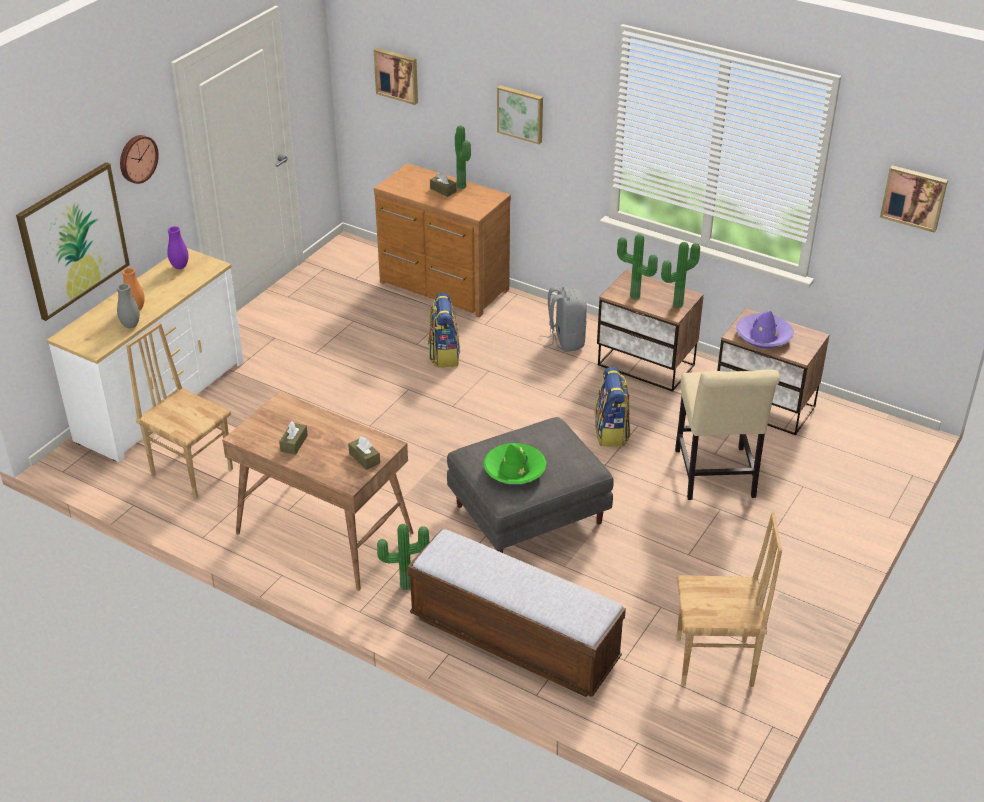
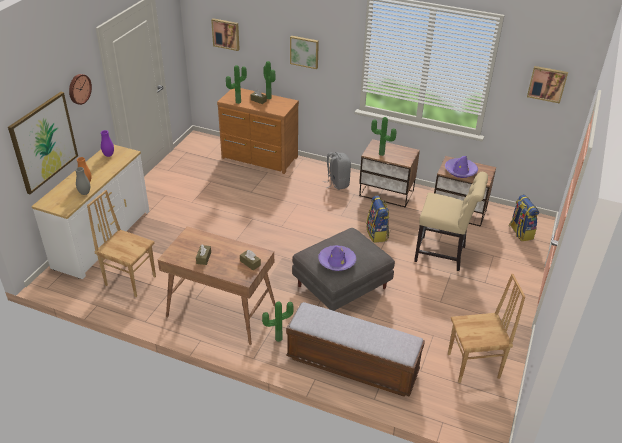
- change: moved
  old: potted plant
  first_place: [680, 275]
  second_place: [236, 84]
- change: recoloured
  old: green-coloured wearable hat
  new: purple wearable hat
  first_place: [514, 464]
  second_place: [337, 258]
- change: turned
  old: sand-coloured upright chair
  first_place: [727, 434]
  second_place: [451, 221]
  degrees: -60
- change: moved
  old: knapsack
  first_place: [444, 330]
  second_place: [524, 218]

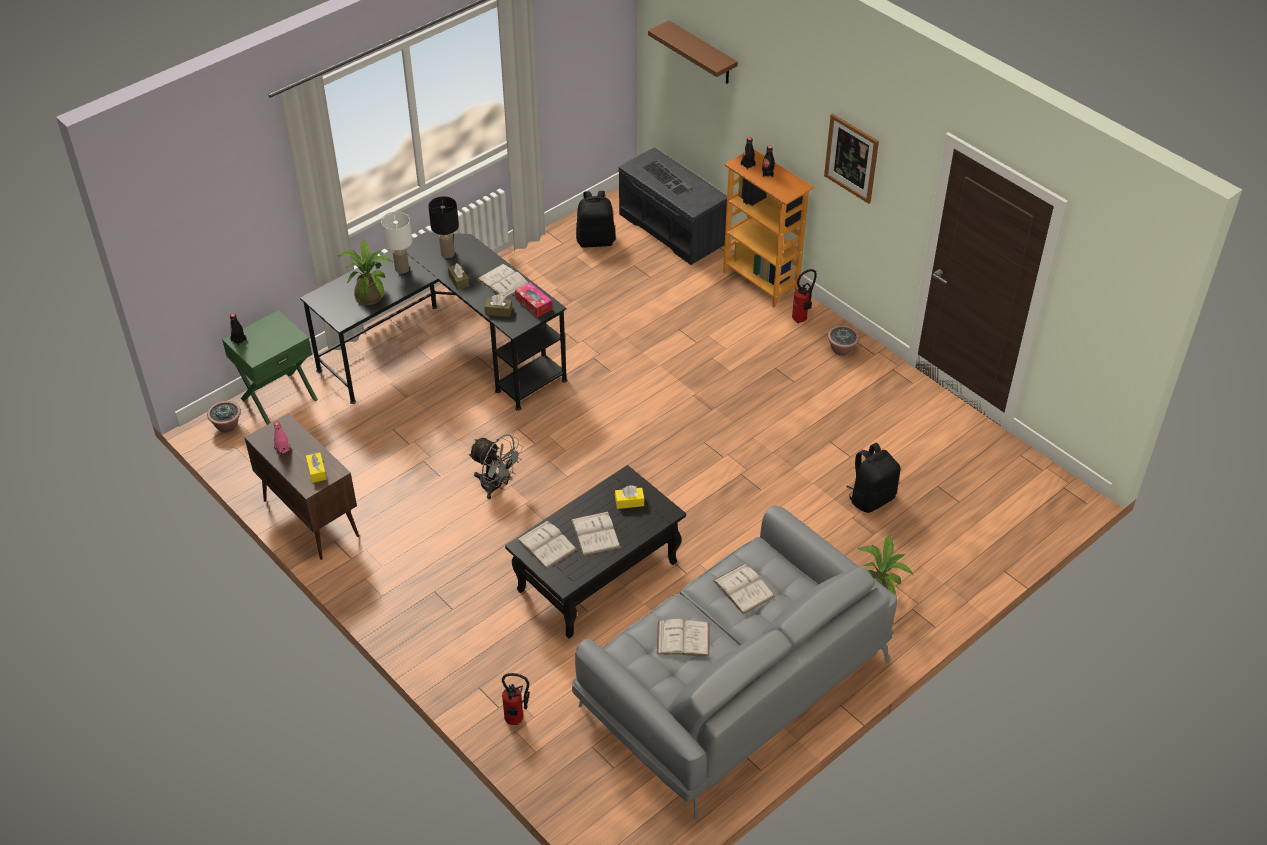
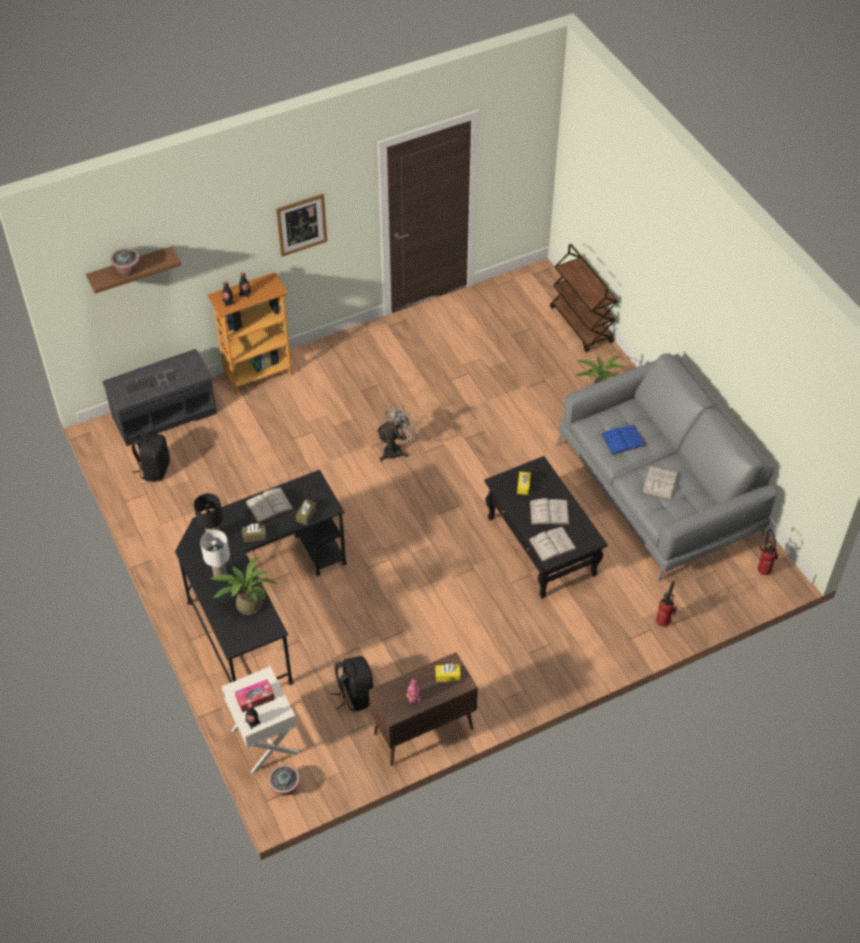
- change: moved
  old: potted plant
  first_place: [843, 340]
  second_place: [125, 262]
- change: recoloured
  old: green-coloured night table
  new: white night table
  first_place: [270, 367]
  second_place: [260, 719]
- change: moved
  old: box of tissues
  first_place: [533, 300]
  second_place: [255, 695]
- change: moved
  old: black-coloured knapsack
  first_place: [873, 478]
  second_place: [352, 683]
- change: moved
  old: gray fan
  first_place: [495, 466]
  second_place: [397, 432]
- change: added
  new: brown wheeled cart
  second_place: [584, 298]
- change: recoloured
  old: white bound book
  new: bluish bound book
  first_place: [744, 589]
  second_place: [623, 440]
- change: moved
  old: extinguisher
  first_place: [804, 296]
  second_place: [767, 552]

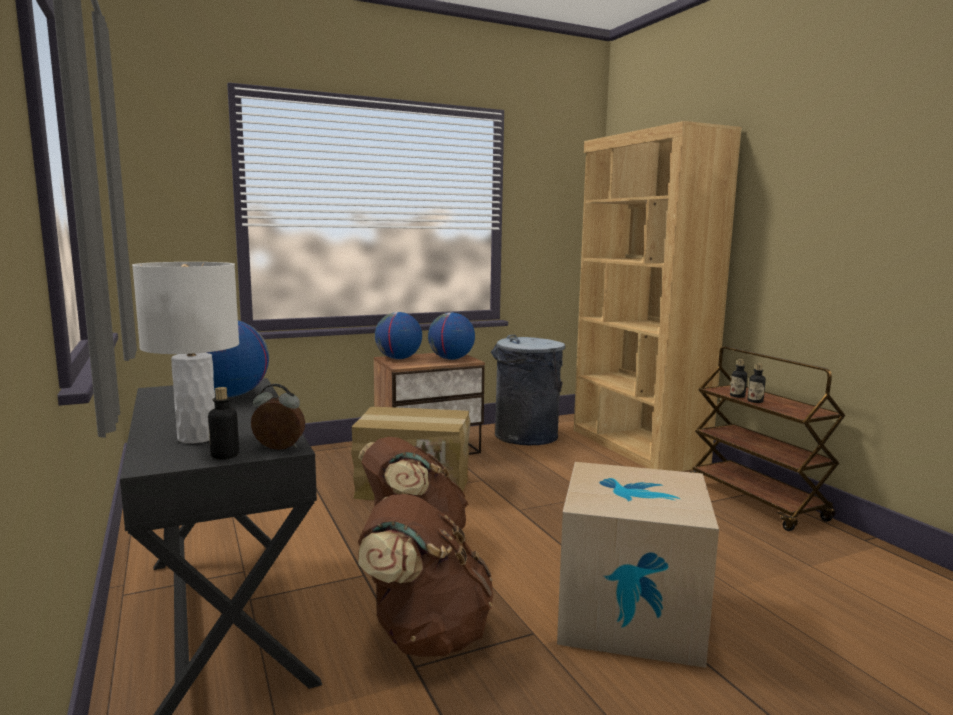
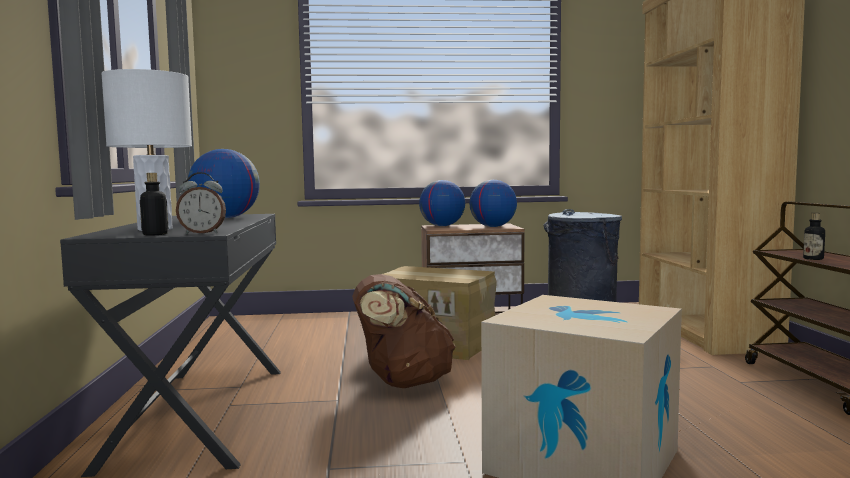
- change: turned
  old: bedside clock
  first_place: [278, 417]
  second_place: [201, 203]
  degrees: 150
- change: removed
  old: brown knapsack
  first_place: [425, 575]
- change: removed
  old: beverage bottle
  first_place: [738, 378]

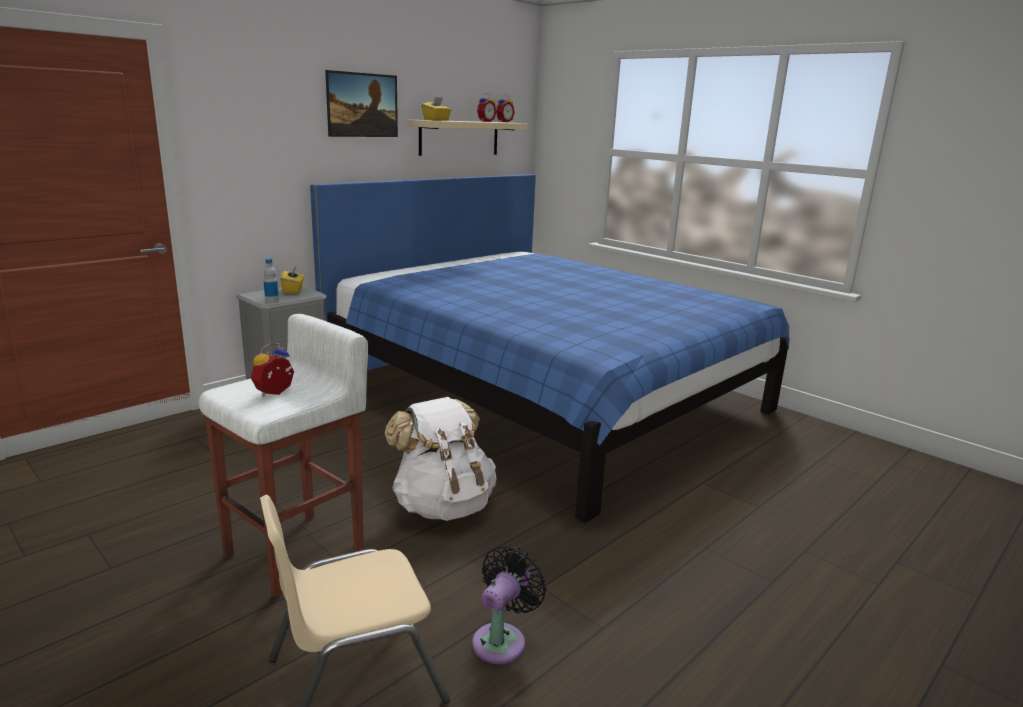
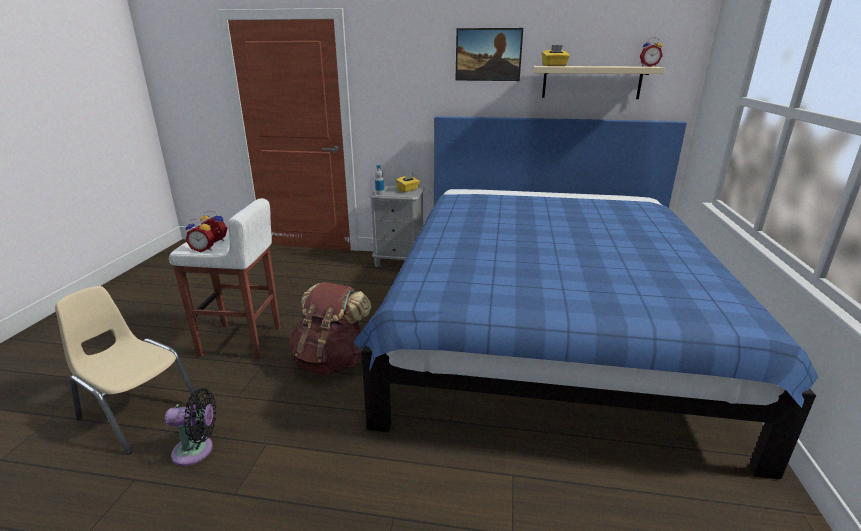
- change: moved
  old: bedside clock
  first_place: [486, 107]
  second_place: [200, 235]
- change: recoloured
  old: white knapsack
  new: brown knapsack
  first_place: [440, 459]
  second_place: [330, 329]

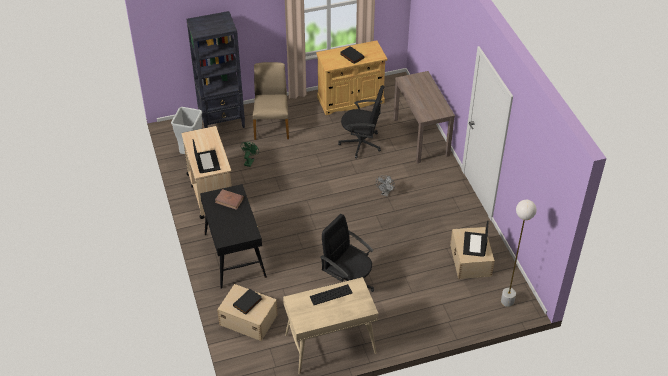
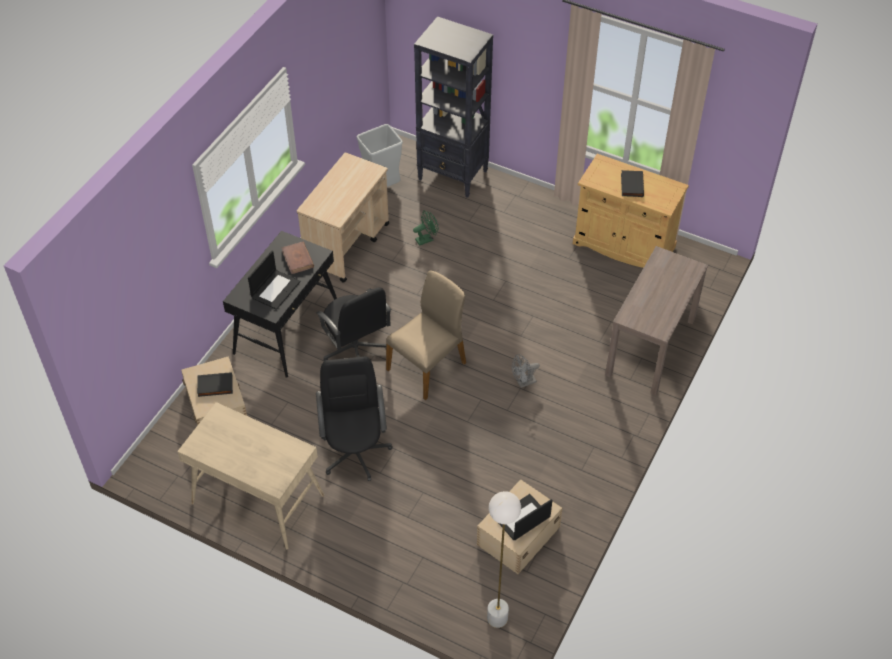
- change: moved
  old: notebook computer
  first_place: [207, 156]
  second_place: [274, 280]
- change: moved
  old: black-coloured desk chair
  first_place: [361, 121]
  second_place: [354, 324]
- change: moved
  old: sand-coloured upright chair
  first_place: [271, 101]
  second_place: [426, 335]
- change: removed
  old: keyboard
  first_place: [331, 294]

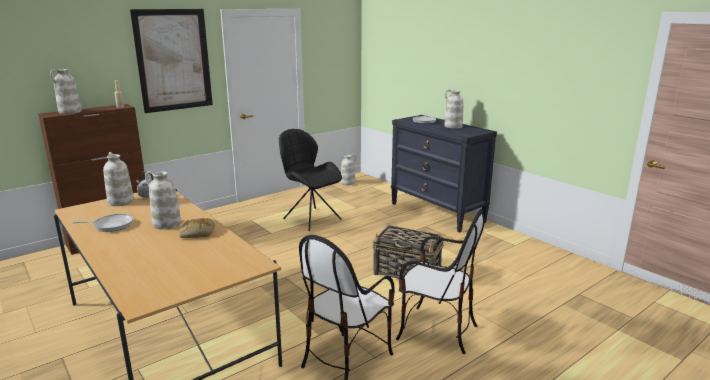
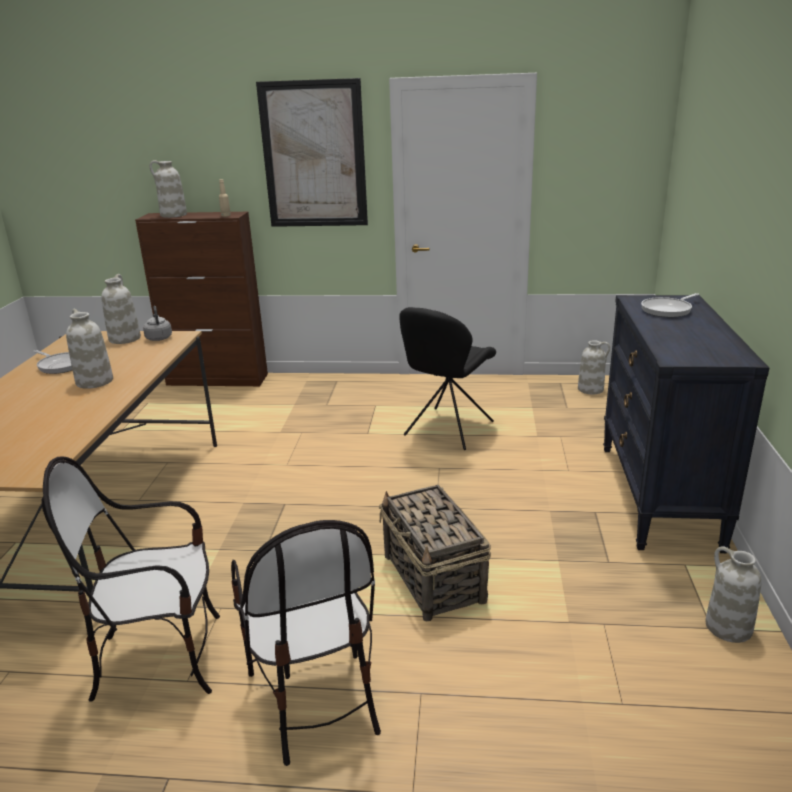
- change: turned
  old: black-coloured upright chair
  first_place: [310, 180]
  second_place: [447, 378]
  degrees: -150
- change: moved
  old: white flower vase
  first_place: [453, 108]
  second_place: [733, 594]
- change: removed
  old: baked bread
  first_place: [197, 228]

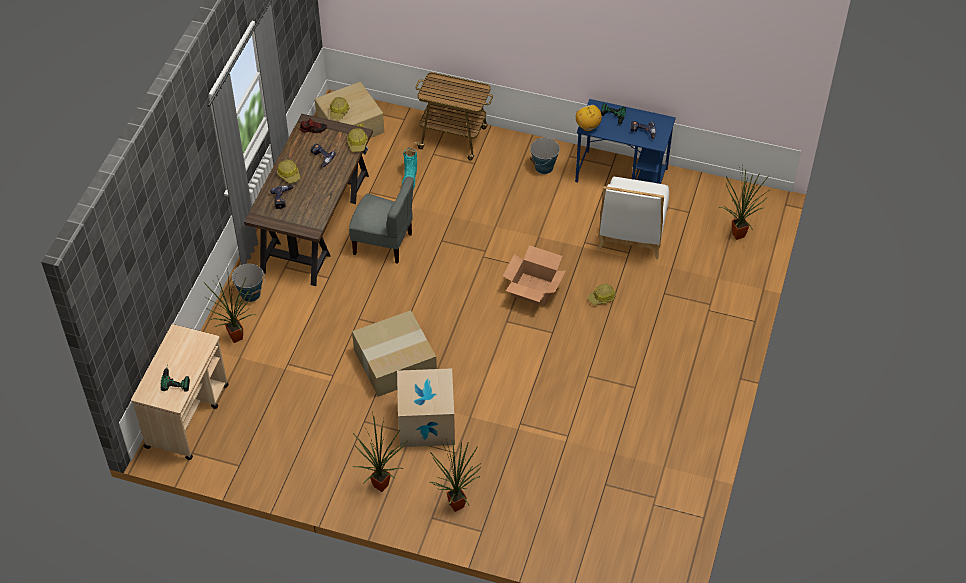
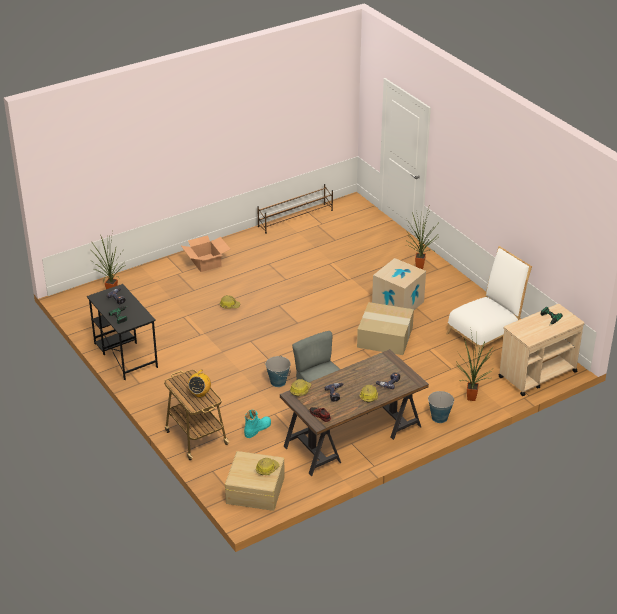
- change: recoloured
  old: bluish desk unit
  new: black-coloured desk unit
  first_place: [625, 141]
  second_place: [122, 332]
- change: moved
  old: cardboard box
  first_place: [534, 276]
  second_place: [206, 253]
- change: moved
  old: radio
  first_place: [589, 118]
  second_place: [199, 382]
- change: added
  new: brown shoe rack
  second_place: [295, 209]
- change: moved
  old: pail
  first_place: [545, 156]
  second_place: [278, 371]
- change: moved
  old: white upright chair
  first_place: [633, 218]
  second_place: [489, 301]
- change: removed
  old: potted plant
  first_place: [380, 452]

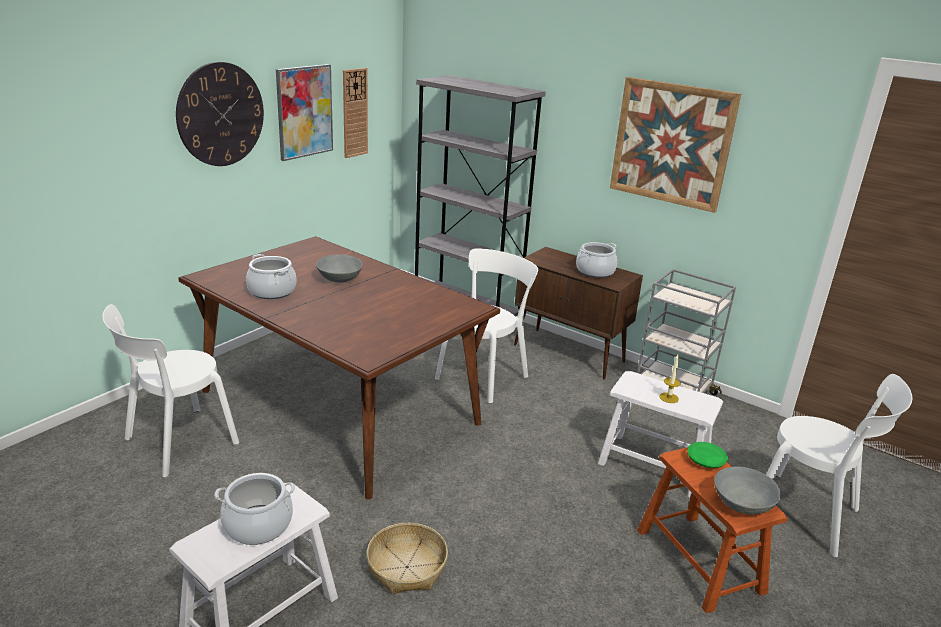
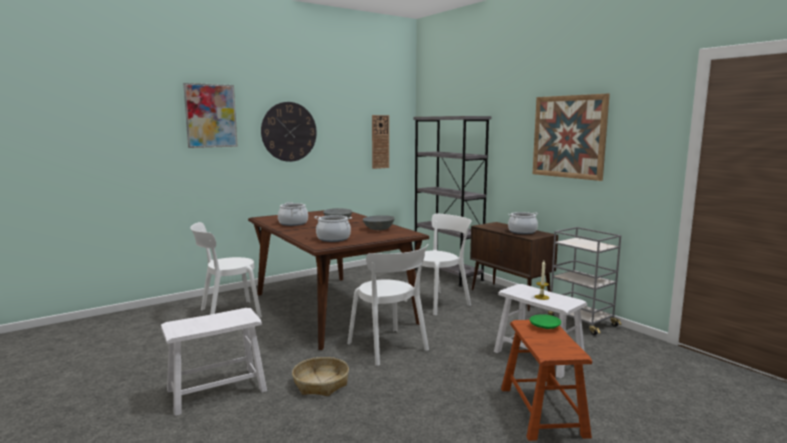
- change: moved
  old: wall picture
  first_place: [304, 112]
  second_place: [210, 115]
- change: moved
  old: stockpot
  first_place: [255, 509]
  second_place: [333, 228]
- change: moved
  old: white upright chair
  first_place: [839, 465]
  second_place: [388, 305]
- change: moved
  old: gray deep dish
  first_place: [747, 491]
  second_place: [379, 222]

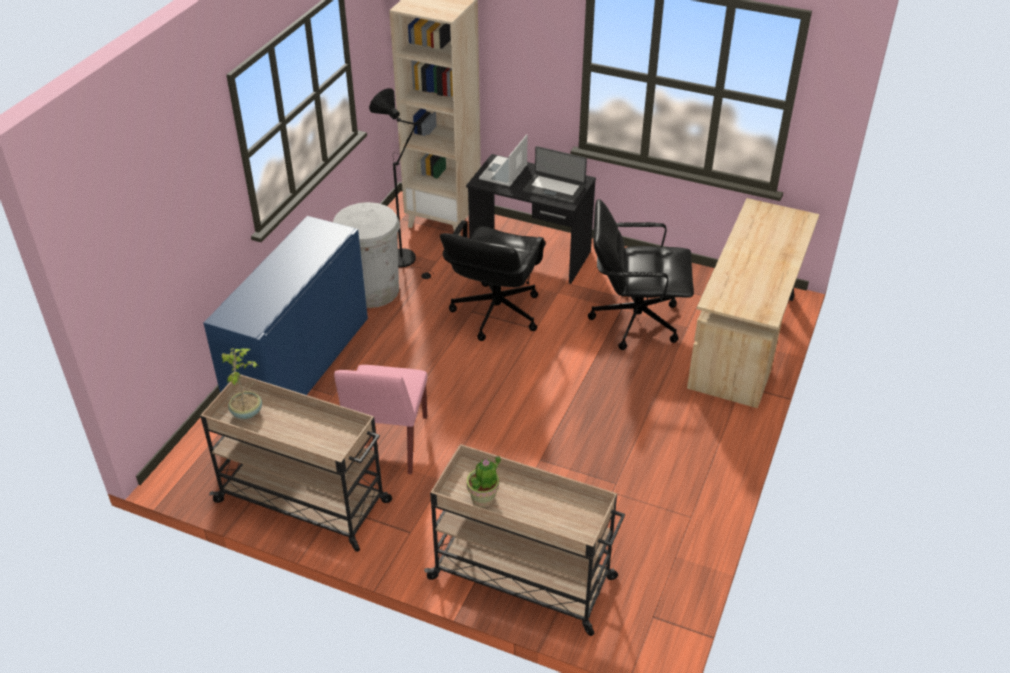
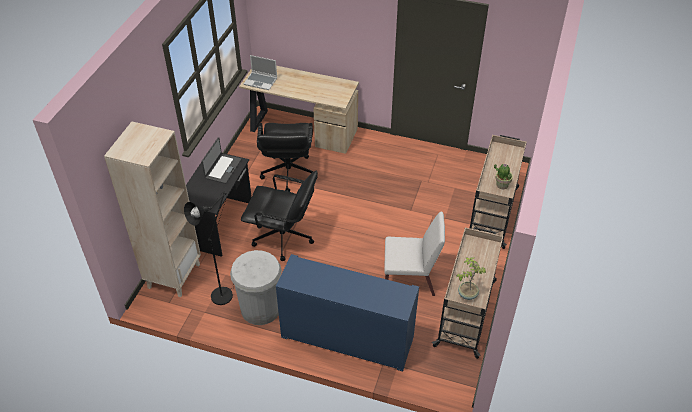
- change: moved
  old: notebook computer
  first_place: [503, 160]
  second_place: [260, 72]
- change: recoloured
  old: pink upright chair
  new: white upright chair
  first_place: [381, 419]
  second_place: [414, 254]

